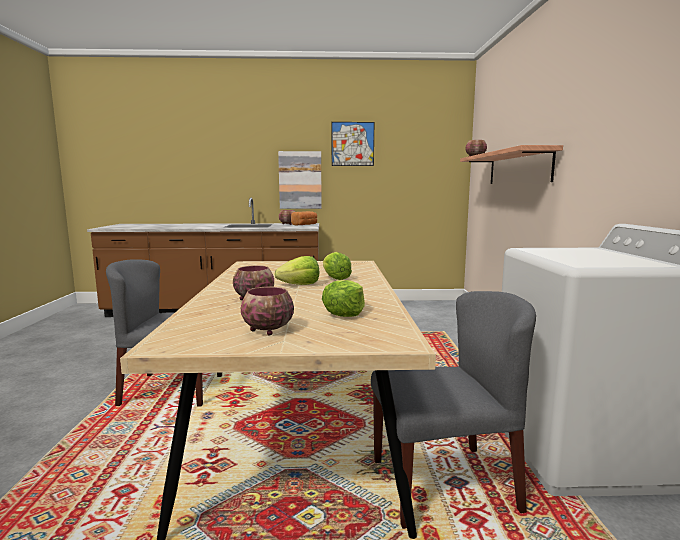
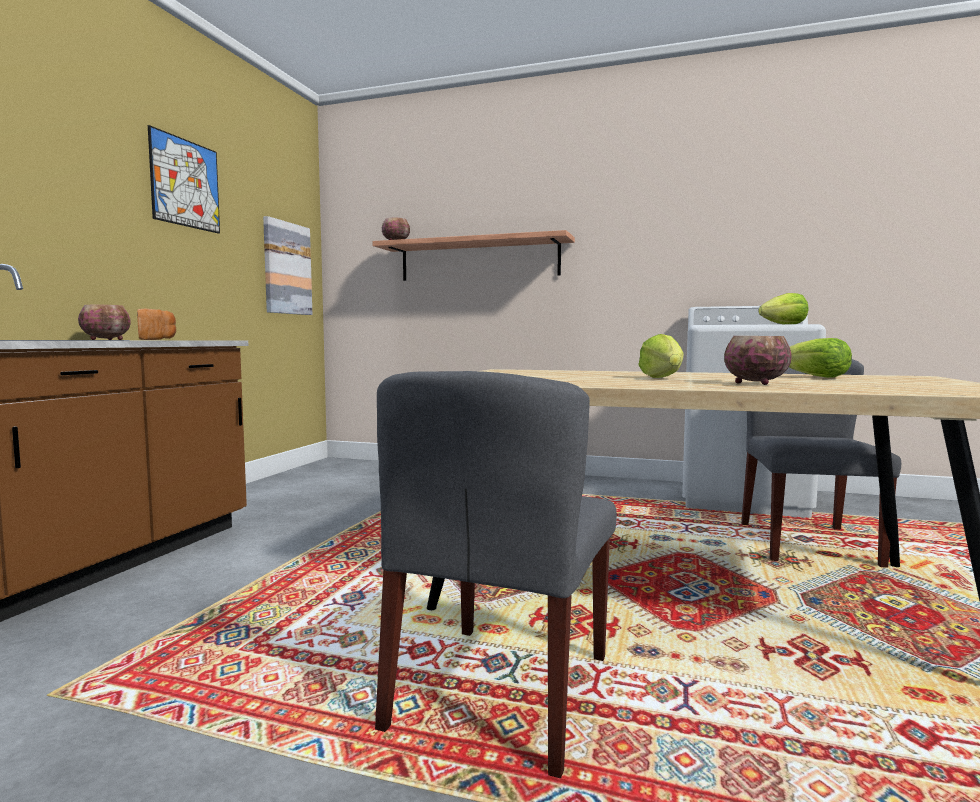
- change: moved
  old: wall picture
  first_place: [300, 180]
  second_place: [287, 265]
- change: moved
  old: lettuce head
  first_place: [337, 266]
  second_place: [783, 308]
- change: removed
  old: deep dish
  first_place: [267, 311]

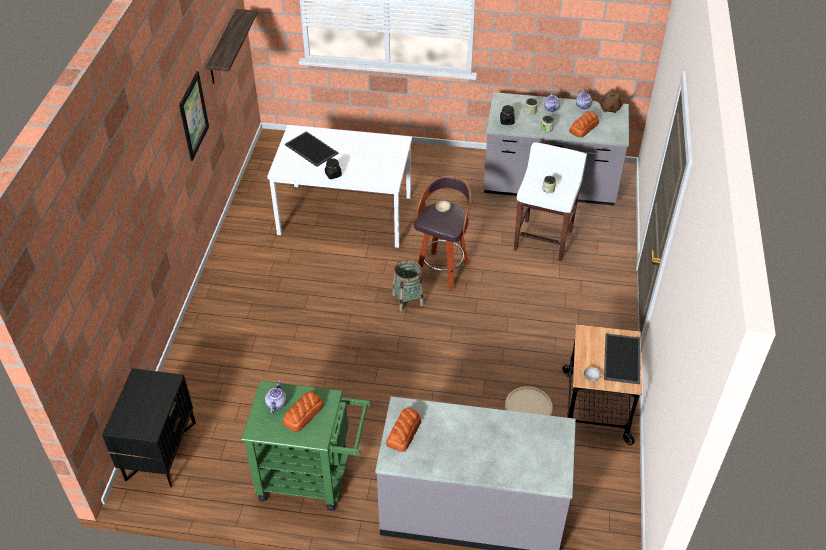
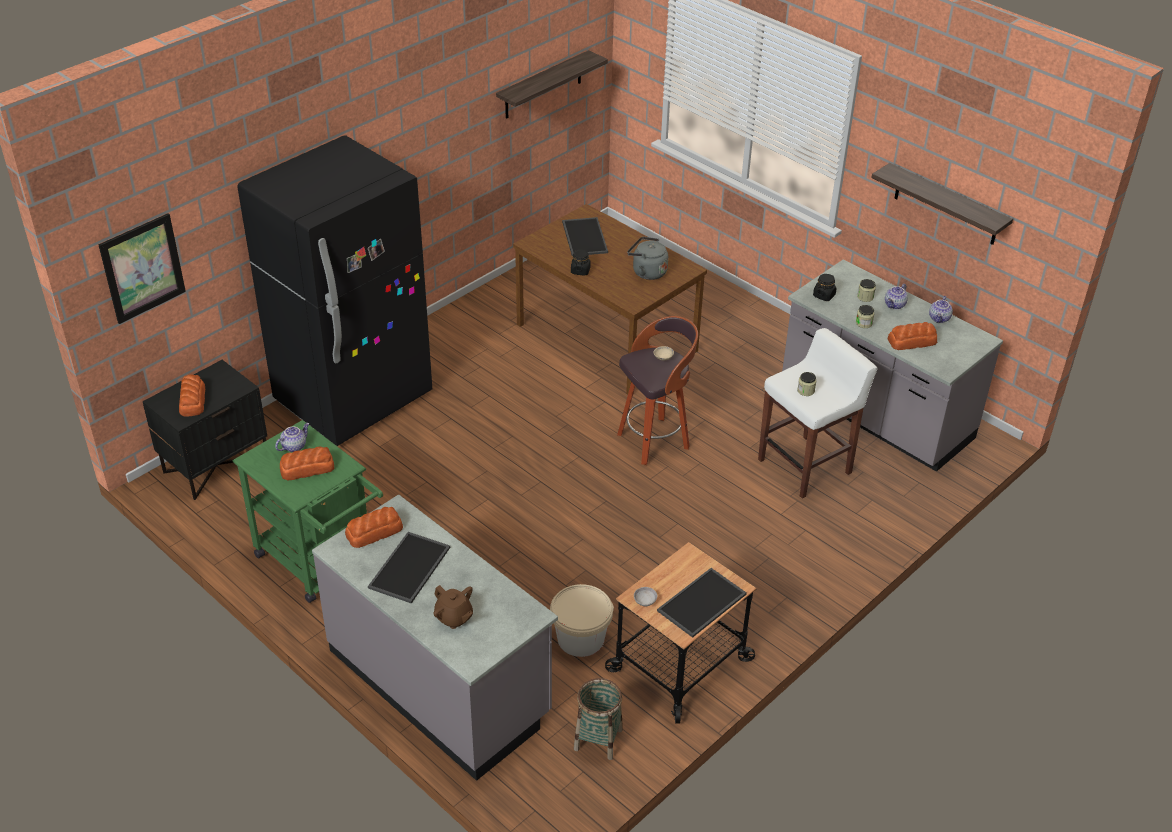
- change: moved
  old: wall picture
  first_place: [194, 116]
  second_place: [142, 268]
- change: added
  new: baked bread
  second_place: [192, 395]
- change: added
  new: black-coloured fridge
  second_place: [334, 290]
- change: added
  new: serving tray
  second_place: [409, 568]
- change: moved
  old: brown tea pot
  first_place: [611, 101]
  second_place: [453, 607]
- change: recoloured
  old: white dinner table
  new: brown dinner table
  first_place: [339, 186]
  second_place: [610, 299]
- change: moved
  old: household basket
  first_place: [408, 286]
  second_place: [598, 719]
- change: added
  new: gray tea kettle
  second_place: [647, 258]
- change: added
  new: bracket shelf
  second_place: [942, 204]

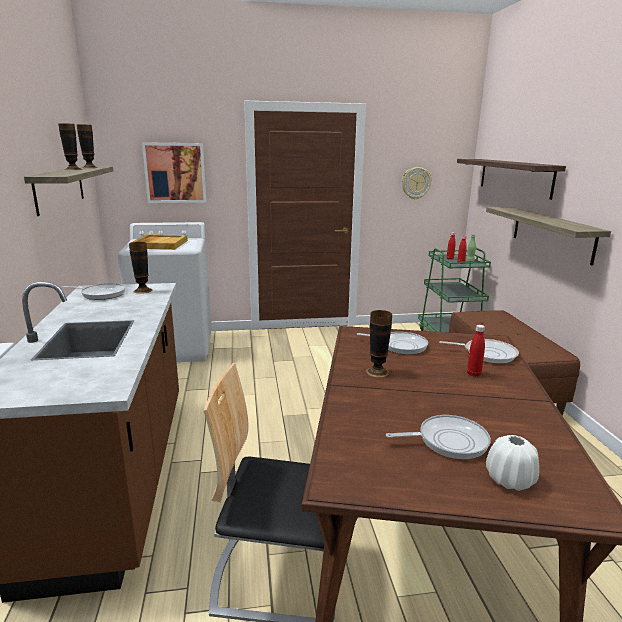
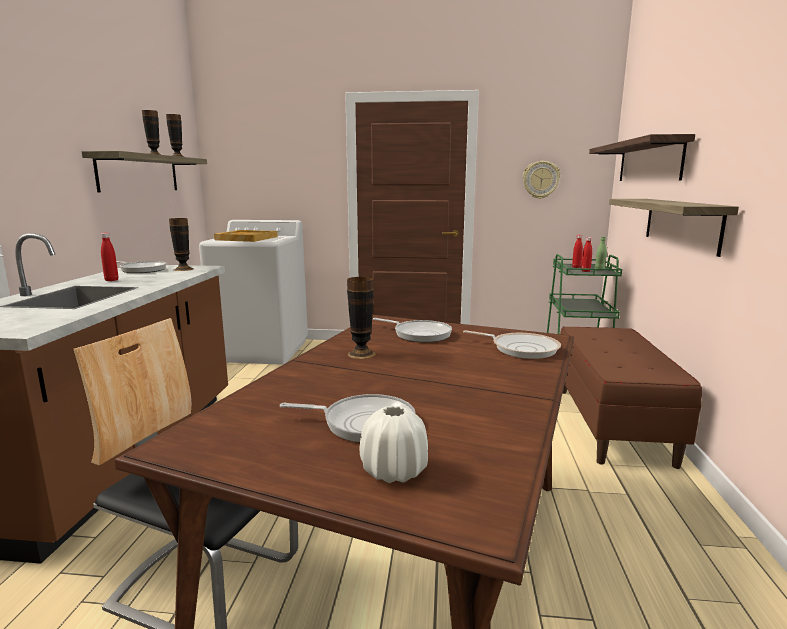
- change: moved
  old: reddish beverage bottle
  first_place: [476, 351]
  second_place: [109, 257]
- change: removed
  old: wall picture
  first_place: [174, 172]

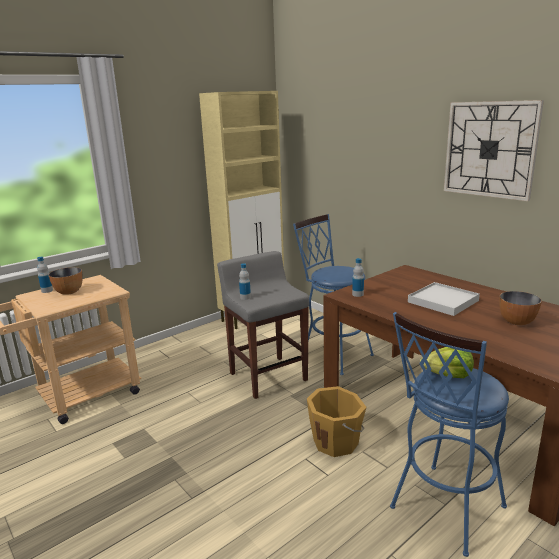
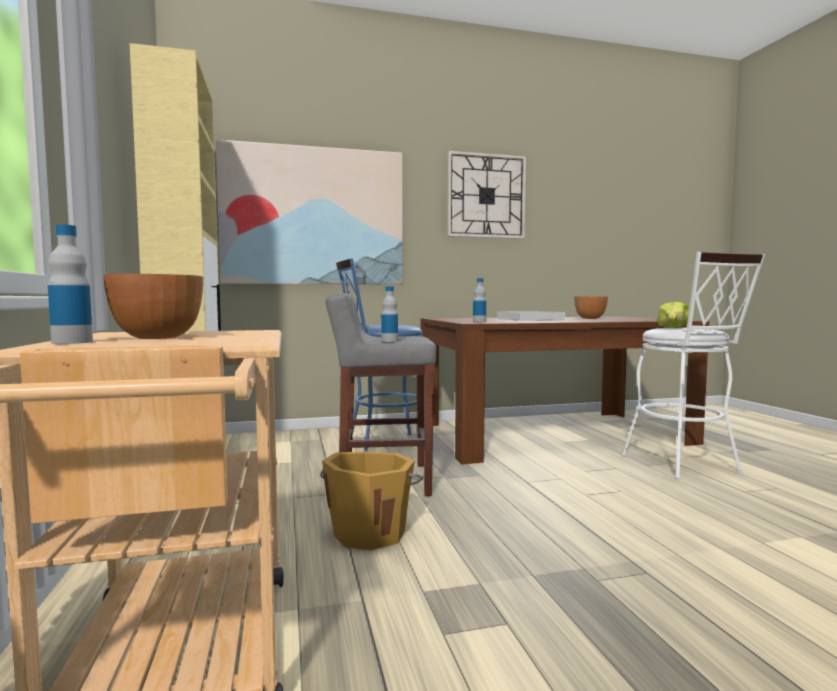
- change: added
  new: wall picture
  second_place: [309, 212]
- change: moved
  old: orange pail
  first_place: [336, 421]
  second_place: [371, 501]
- change: recoloured
  old: bluish stool
  new: white stool
  first_place: [449, 434]
  second_place: [693, 365]

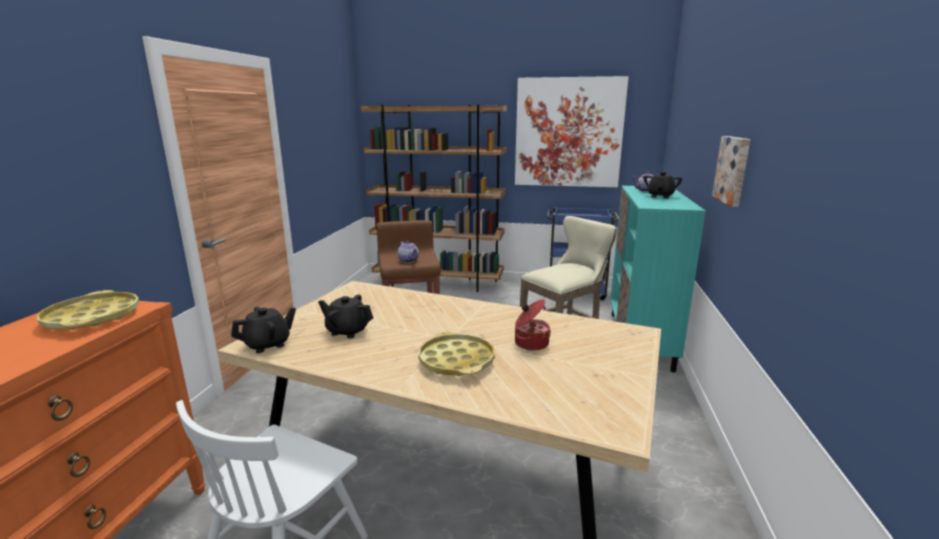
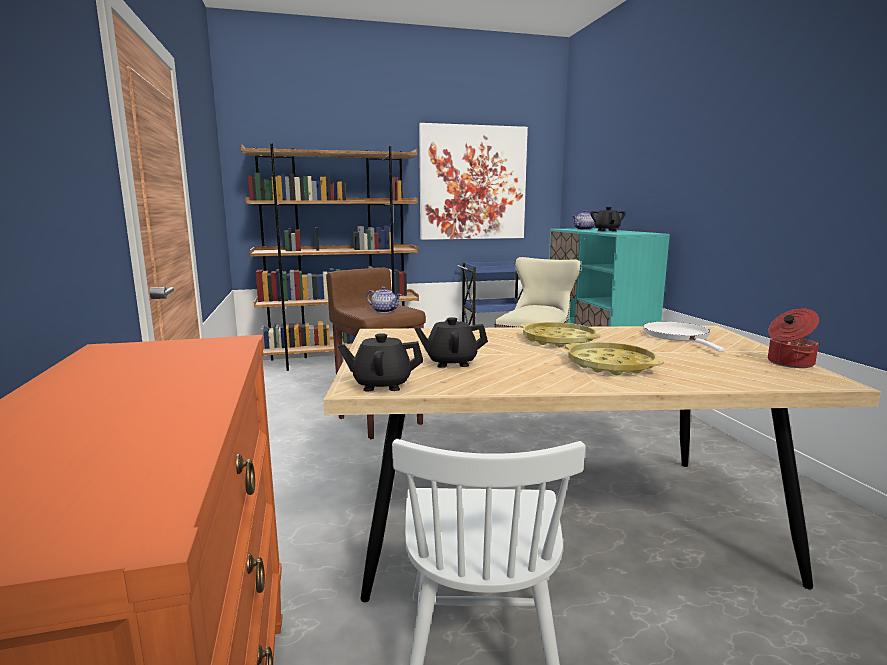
- change: turned
  old: black-coloured tea pot
  first_place: [263, 330]
  second_place: [380, 362]
  degrees: -120
- change: moved
  old: yellowish serving tray
  first_place: [87, 310]
  second_place: [561, 334]
- change: added
  new: white skillet
  second_place: [683, 337]
- change: moved
  old: stockpot
  first_place: [533, 324]
  second_place: [793, 338]
- change: removed
  old: wall picture
  first_place: [731, 171]

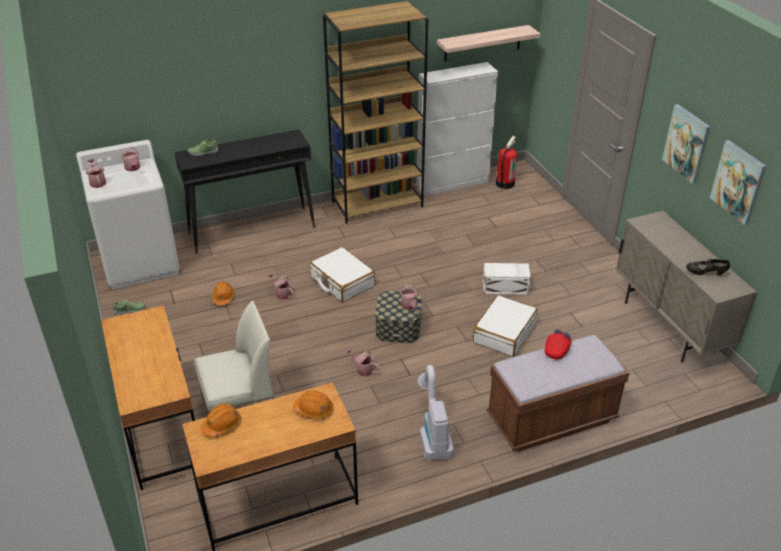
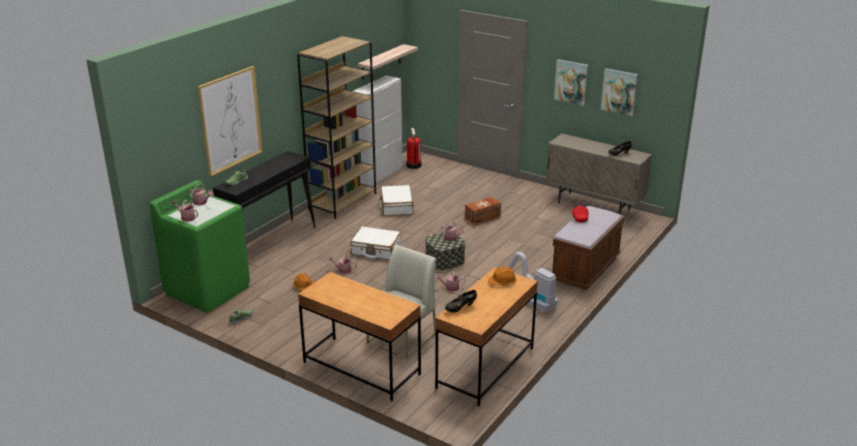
- change: recoloured
  old: white washing machine
  new: green-coloured washing machine
  first_place: [128, 214]
  second_place: [199, 246]
- change: added
  new: wall picture
  second_place: [230, 121]
- change: moved
  old: white suitcase
  first_place: [505, 326]
  second_place: [396, 200]
- change: replaced
  old: orange safety helmet
  new: black-coloured shoe
  first_place: [221, 420]
  second_place: [461, 301]
- change: recoloured
  old: white storage bin
  new: brown storage bin
  first_place: [507, 279]
  second_place: [483, 211]

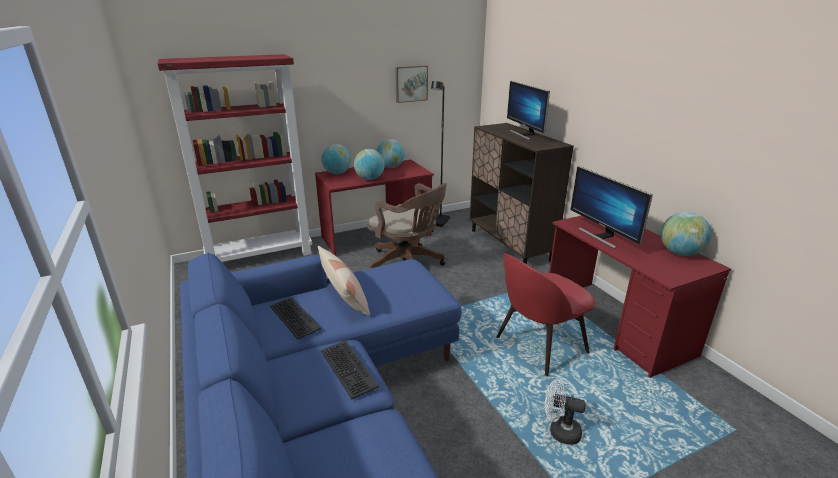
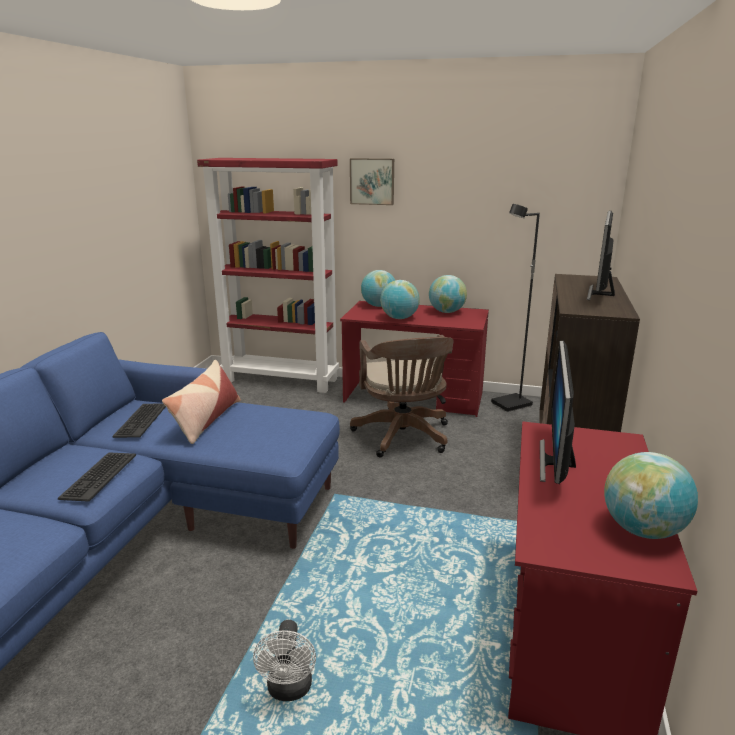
- change: turned
  old: white fan
  first_place: [565, 412]
  second_place: [284, 660]
  degrees: -150
- change: moved
  old: wall picture
  first_place: [411, 84]
  second_place: [372, 181]
- change: removed
  old: reddish upright chair
  first_place: [546, 314]

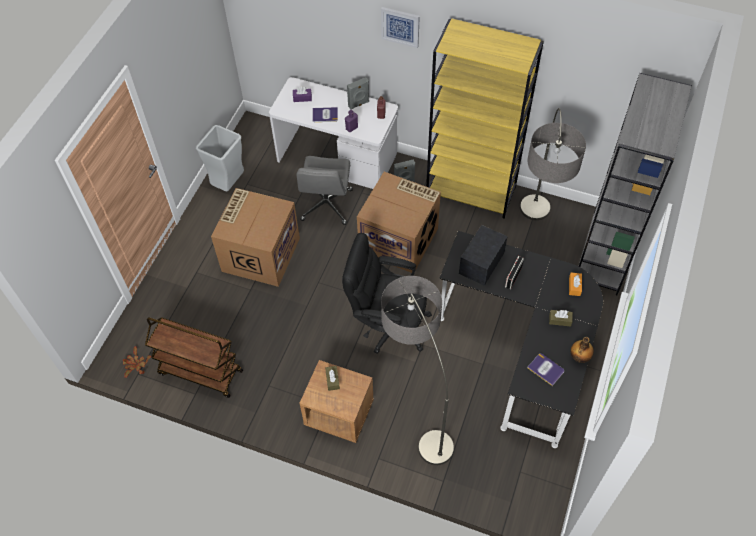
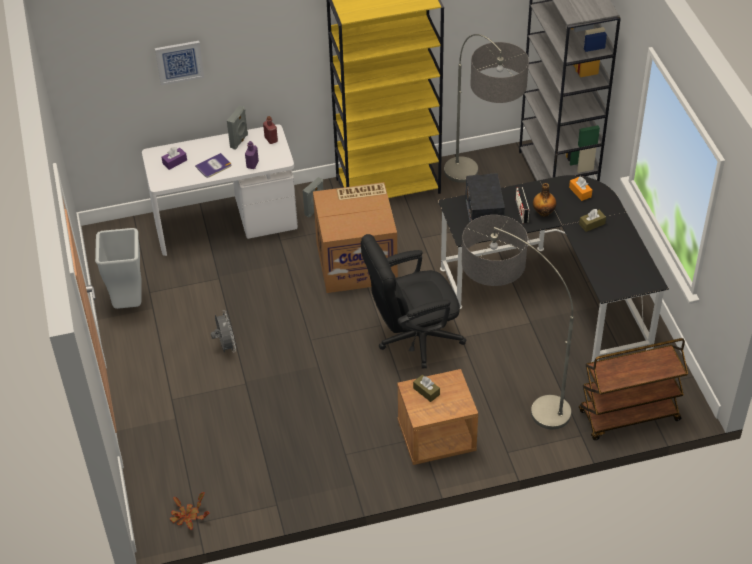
- change: moved
  old: wall picture
  first_place: [400, 27]
  second_place: [179, 63]
- change: replaced
  old: cardboard box
  new: gray fan
  first_place: [255, 237]
  second_place: [223, 331]
- change: moved
  old: beverage bottle
  first_place: [582, 350]
  second_place: [544, 200]
- change: moved
  old: brown wheeled cart
  first_place: [194, 357]
  second_place: [633, 389]
- change: removed
  old: gray desk chair
  first_place: [325, 190]
- change: removed
  old: bound book
  first_place: [545, 369]

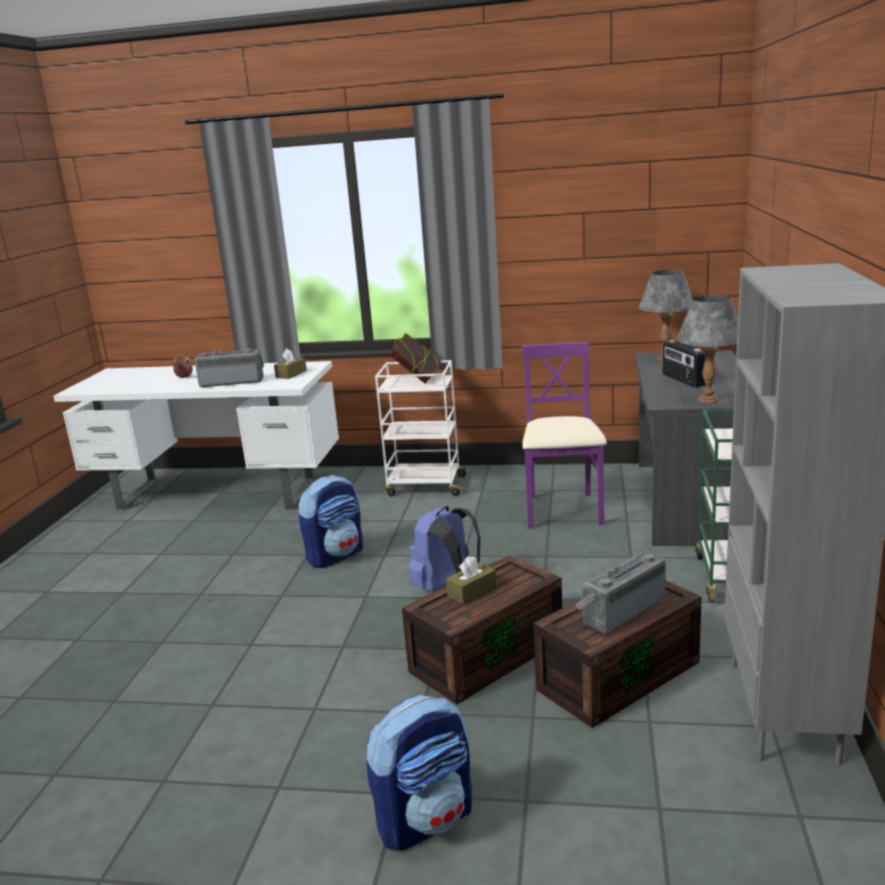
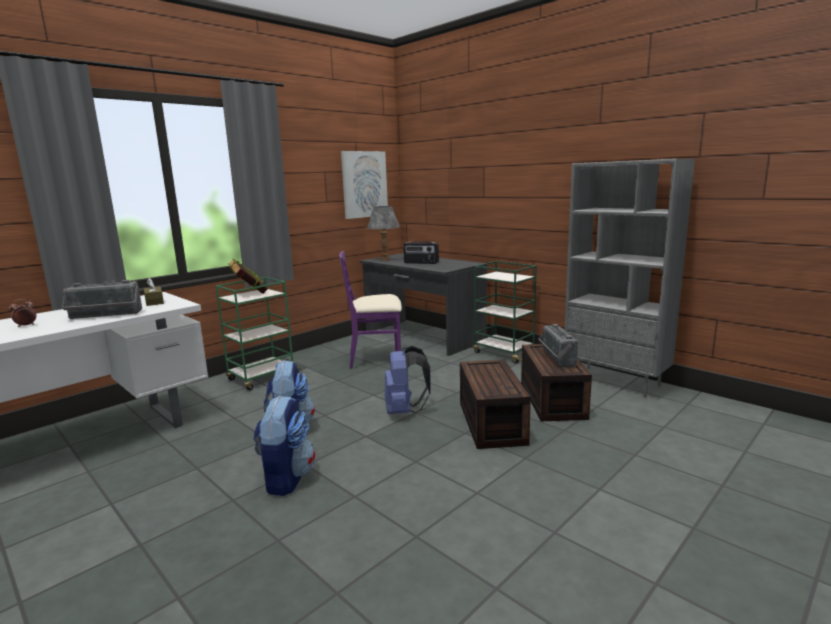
- change: turned
  old: radio
  first_place: [229, 368]
  second_place: [102, 299]
  degrees: -135
- change: recoloured
  old: white wheeled cart
  new: green-coloured wheeled cart
  first_place: [422, 428]
  second_place: [259, 333]
- change: moved
  old: knapsack
  first_place: [419, 773]
  second_place: [284, 446]
- change: turned
  old: purple upright chair
  first_place: [564, 435]
  second_place: [370, 310]
  degrees: -45
- change: added
  new: wall picture
  second_place: [364, 185]
- change: removed
  old: brown box of tissues
  first_place: [471, 580]
- change: removed
  old: gray tabletop lamp
  first_place: [707, 349]

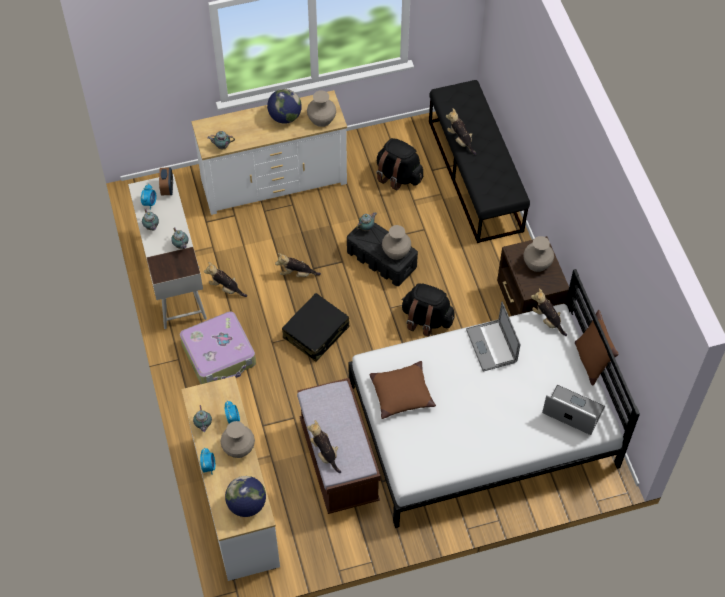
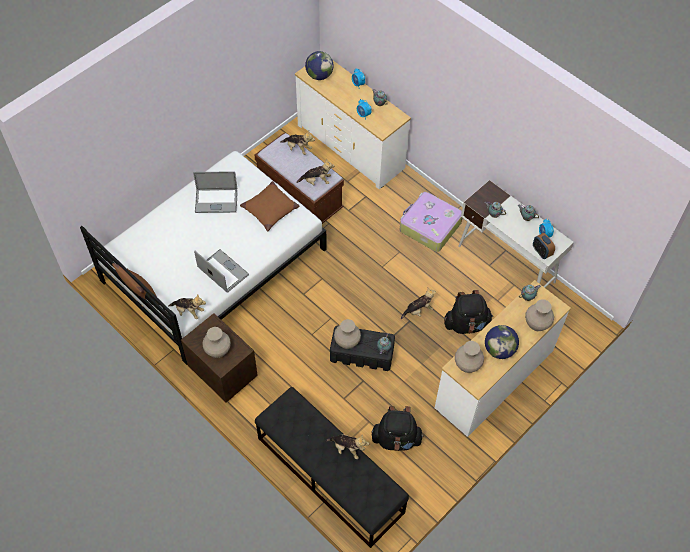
- change: moved
  old: notebook computer
  first_place: [573, 410]
  second_place: [215, 192]
- change: moved
  old: plush toy
  first_place: [225, 279]
  second_place: [315, 172]
- change: moved
  old: black-coloured knapsack
  first_place: [428, 309]
  second_place: [468, 312]
- change: moved
  old: sand-coloured flower vase
  first_place: [238, 439]
  second_place: [539, 315]
- change: removed
  old: black-coloured suitcase
  first_place: [315, 327]

